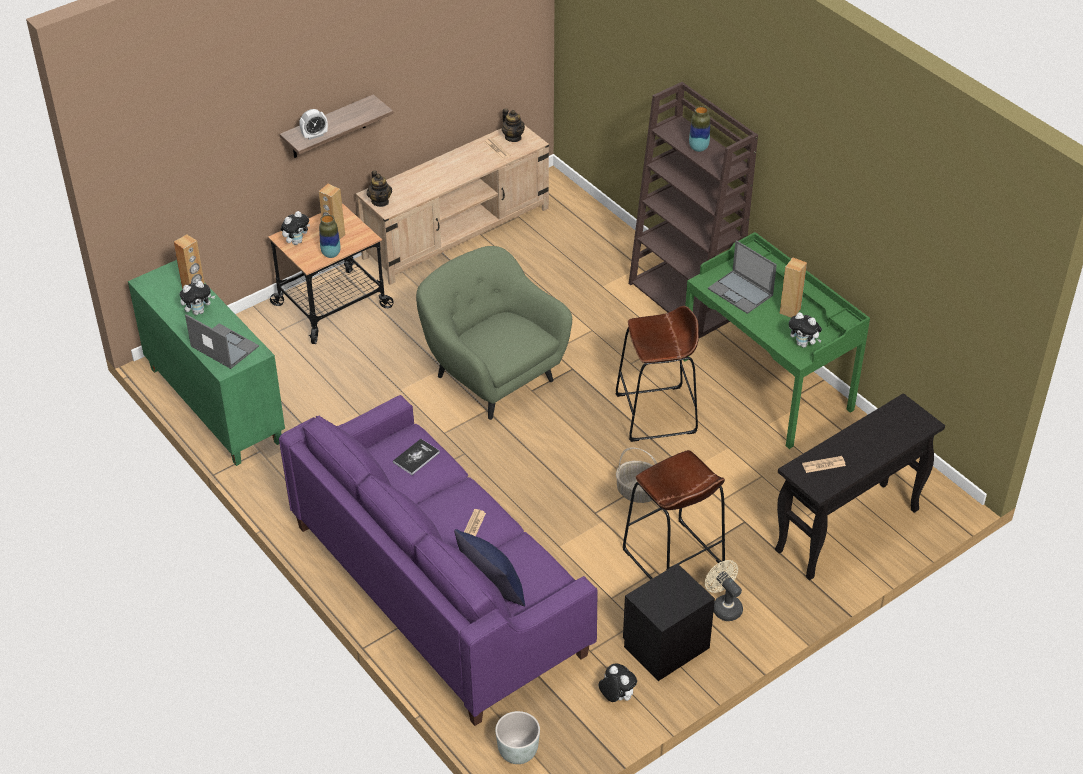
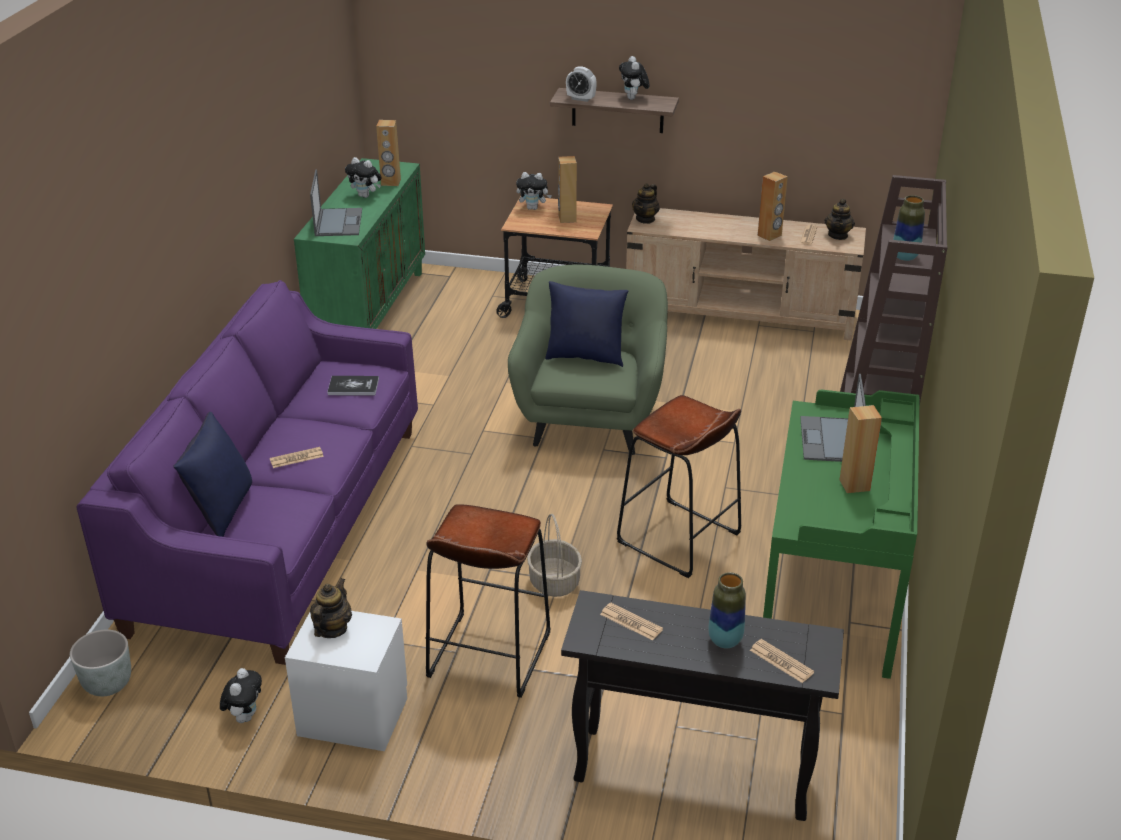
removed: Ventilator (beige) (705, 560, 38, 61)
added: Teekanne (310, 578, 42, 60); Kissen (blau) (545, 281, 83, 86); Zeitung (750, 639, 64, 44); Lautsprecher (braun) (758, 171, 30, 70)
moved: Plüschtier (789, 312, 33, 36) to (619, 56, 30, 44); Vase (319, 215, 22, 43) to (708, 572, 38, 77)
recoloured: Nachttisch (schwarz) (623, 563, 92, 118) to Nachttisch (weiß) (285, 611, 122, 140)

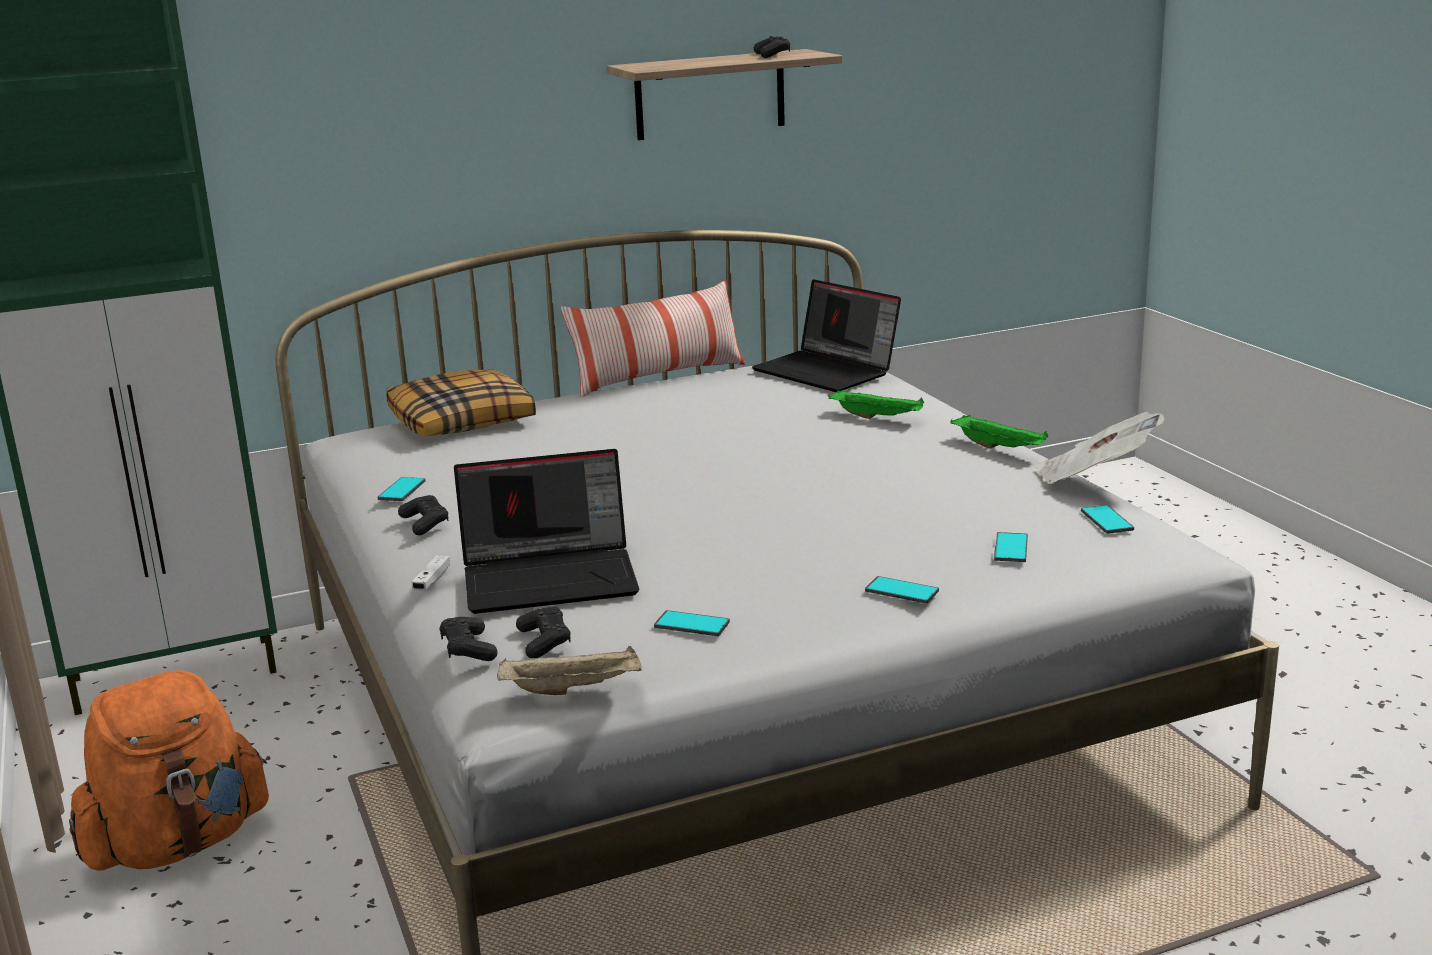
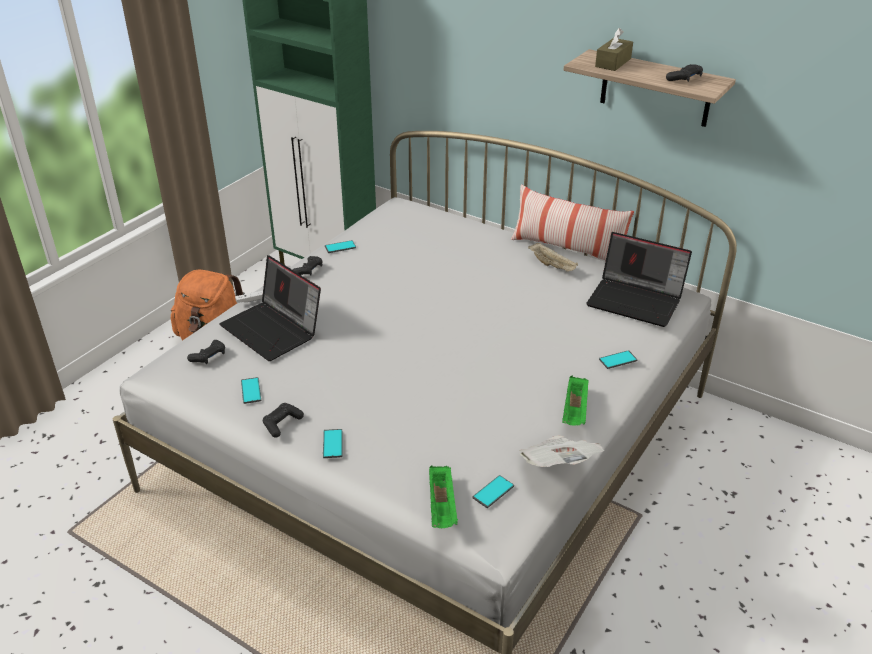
removed: Kissen (386, 369, 150, 67)
added: Taschentuchbox (braun) (595, 28, 38, 43)
moved: Gamepad (schwarz) (439, 617, 59, 44) to (263, 403, 41, 35); Tablett (grün) (829, 389, 95, 30) to (429, 465, 29, 63); Tablett (beige) (497, 646, 145, 49) to (528, 243, 50, 29); Handy (994, 532, 34, 30) to (599, 350, 38, 19)
turned: Laptop (752, 279, 149, 113) = (586, 232, 106, 95) 75 degrees counterclockwise

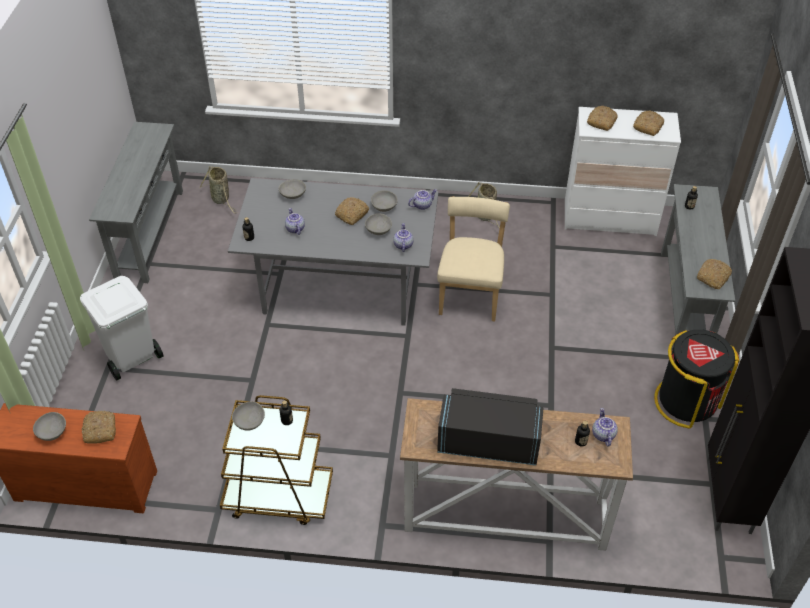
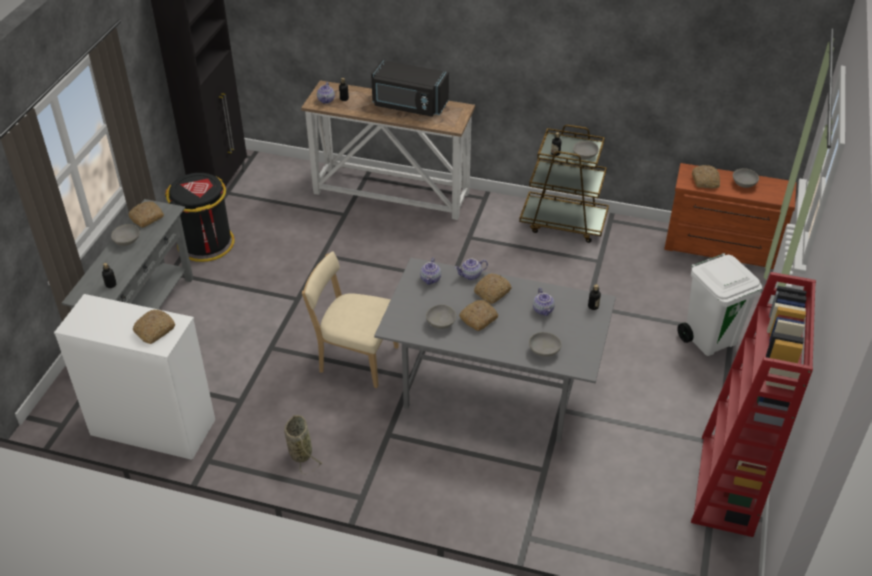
removed: Korb (199, 166, 38, 47)
moved: Schüssel (grau) (365, 213, 27, 22) to (111, 224, 29, 22); Teekanne (408, 189, 29, 21) to (455, 259, 33, 21); Brot (633, 111, 31, 25) to (474, 273, 38, 31)
replaced: Konsolentisch (grau) (89, 122, 94, 161) to Bücherregal (rot) (691, 272, 125, 265)
turned: Stuhl (beige) (437, 196, 73, 125) = (302, 251, 97, 137) 90 degrees clockwise

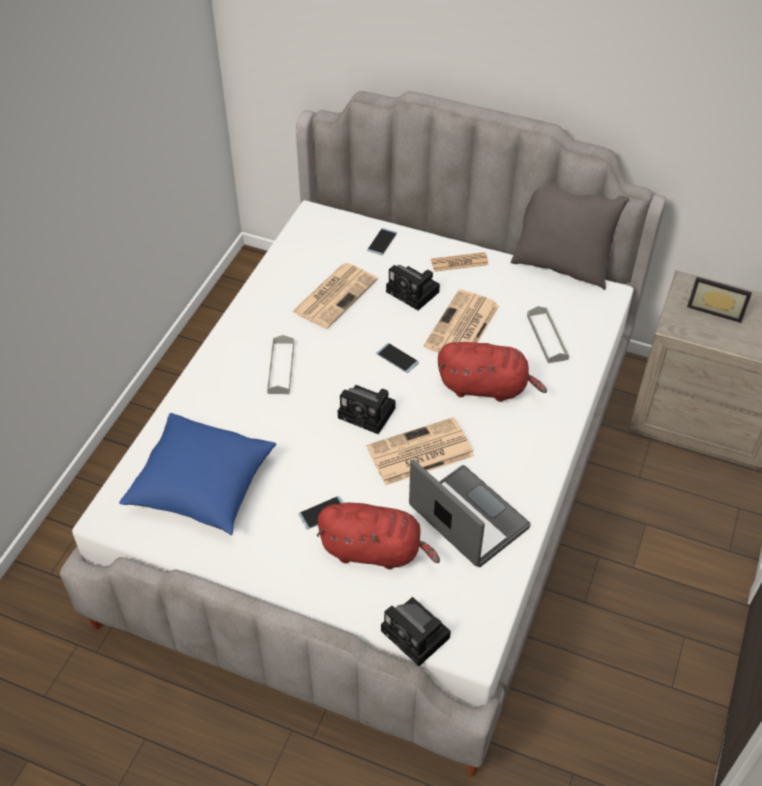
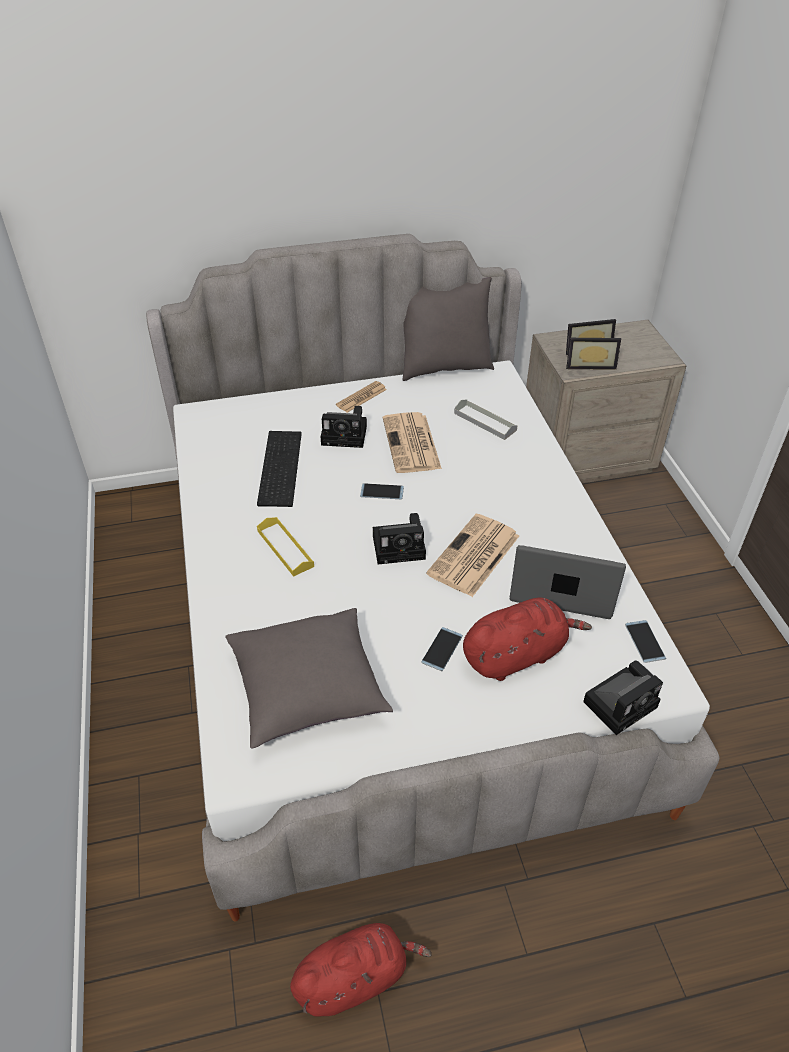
added: Bilderrahmen (566, 338, 55, 32)
moved: Plüschtier (rot) (438, 342, 109, 60) to (290, 923, 142, 94); Handy (367, 228, 30, 28) to (625, 620, 41, 43)
replaced: Zeitung (292, 263, 86, 66) to Tastatur (257, 431, 45, 76)
recoloured: Kissen (blau) (119, 413, 157, 122) to Kissen (grau) (225, 608, 168, 141); Tablett (grau) (267, 335, 27, 59) to Tablett (gelb) (257, 517, 57, 60)
turned: Kamera (381, 597, 70, 69) = (583, 661, 80, 74) 45 degrees counterclockwise

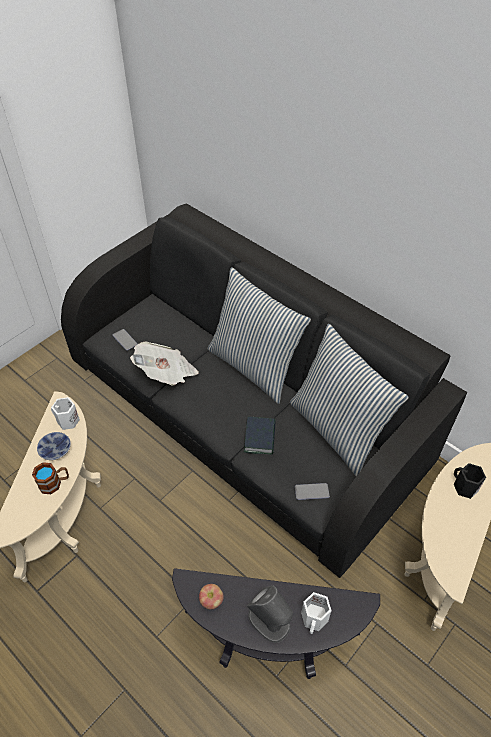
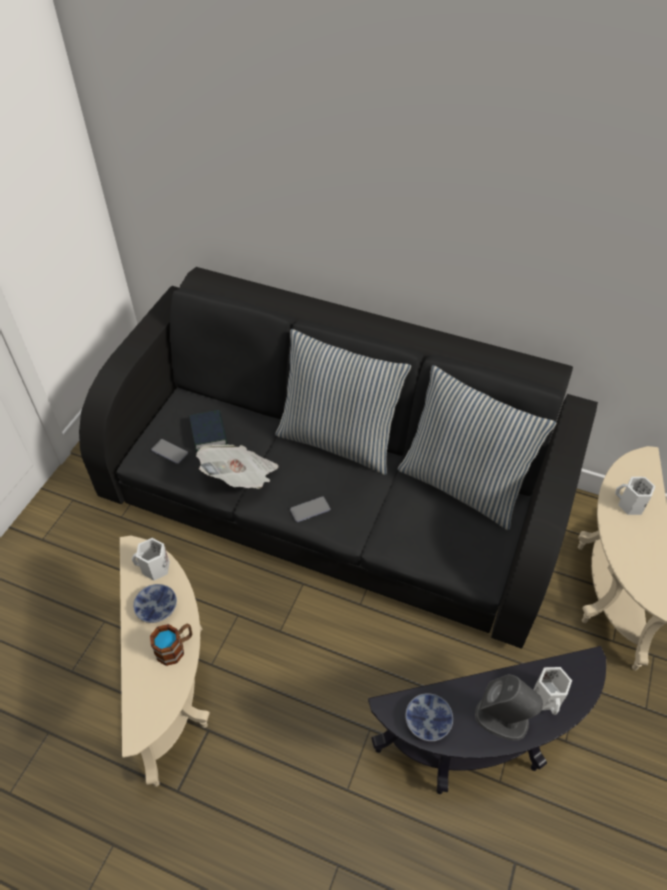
moved: Buch (244, 417, 32, 38) to (189, 410, 38, 42); Handy (295, 483, 35, 17) to (290, 496, 40, 26)
replaced: Apfel (199, 584, 25, 25) to Schüssel (405, 693, 48, 48)
recoloured: Henkelbecher (schwarz) (454, 463, 32, 36) to Henkelbecher (weiß) (615, 477, 40, 38)

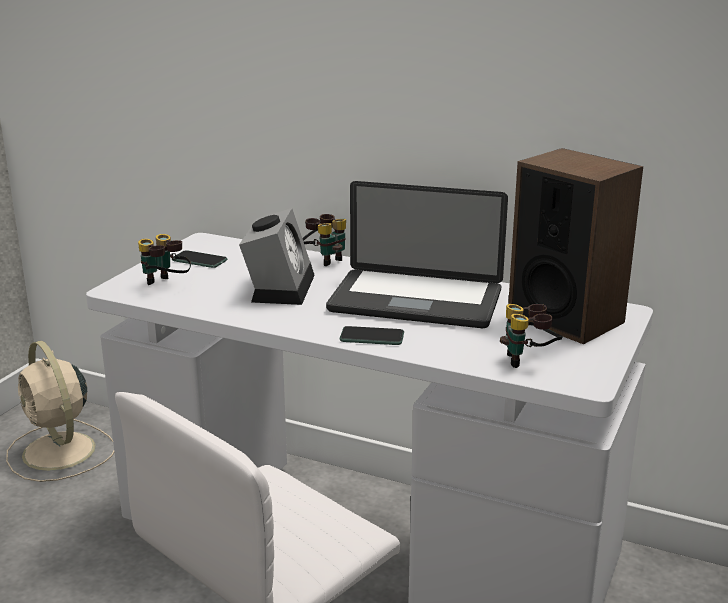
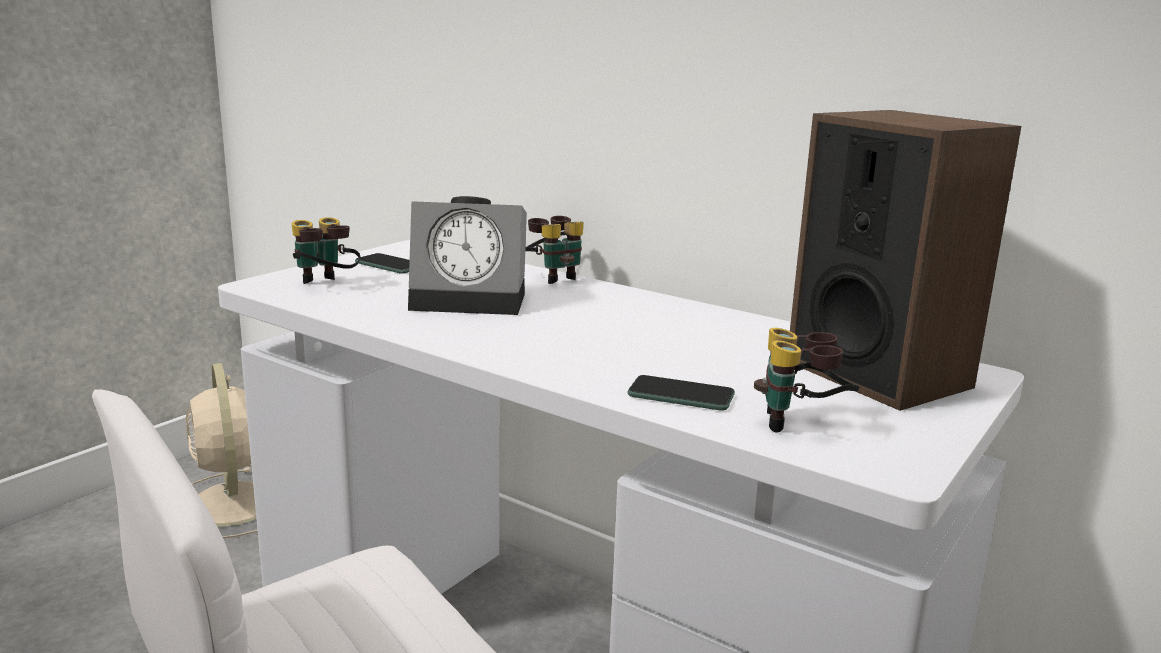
removed: Laptop (326, 181, 182, 147)
moved: Handy (340, 326, 64, 19) to (628, 375, 107, 36)
turned: Wecker (239, 208, 76, 97) = (408, 196, 119, 119) 75 degrees clockwise

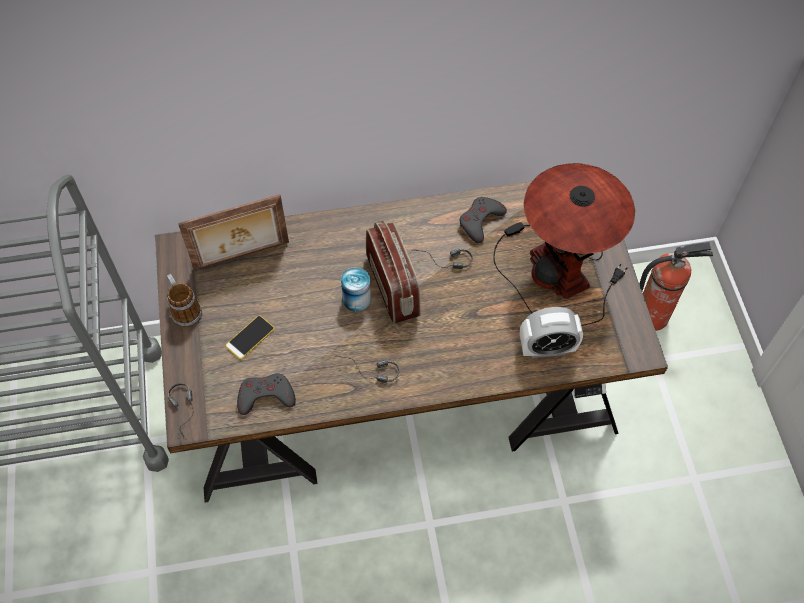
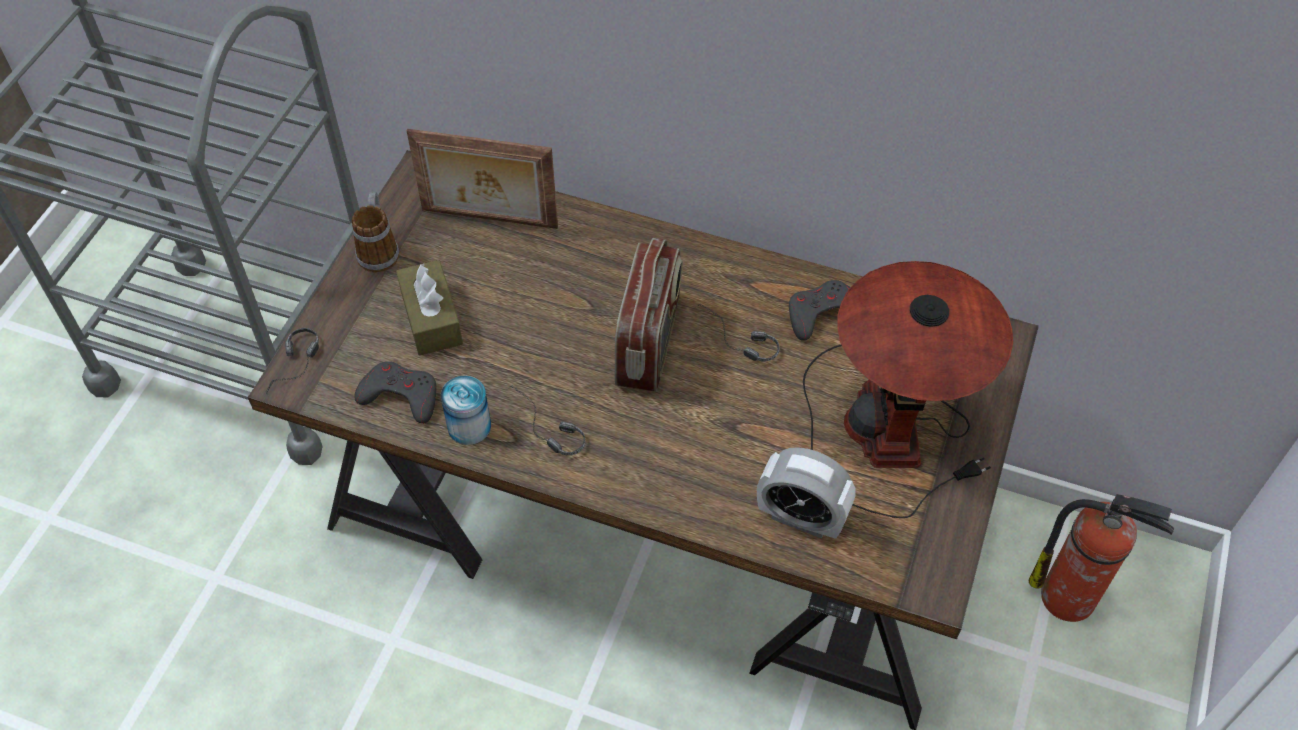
moved: Dose (341, 267, 30, 45) to (441, 376, 50, 69)
replaced: Handy (225, 315, 50, 44) to Taschentuchbox (braun) (396, 260, 67, 96)

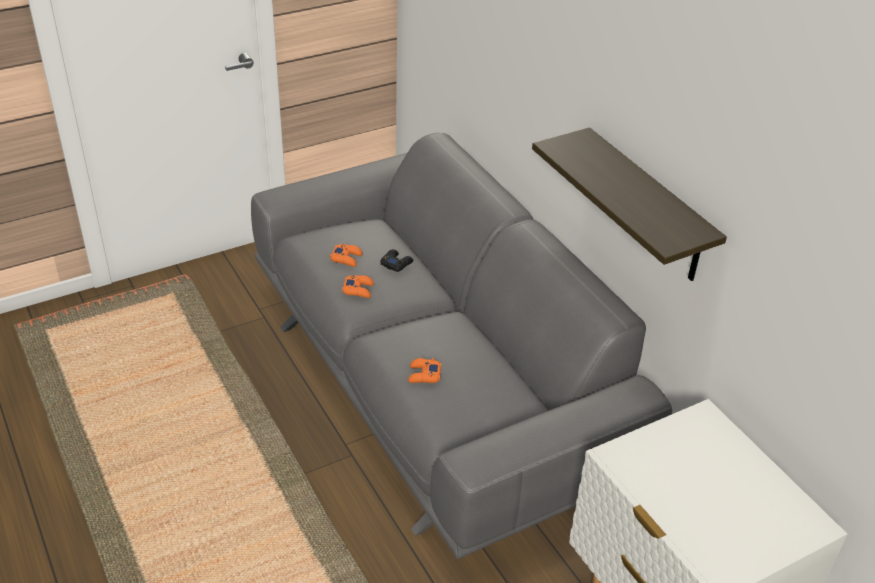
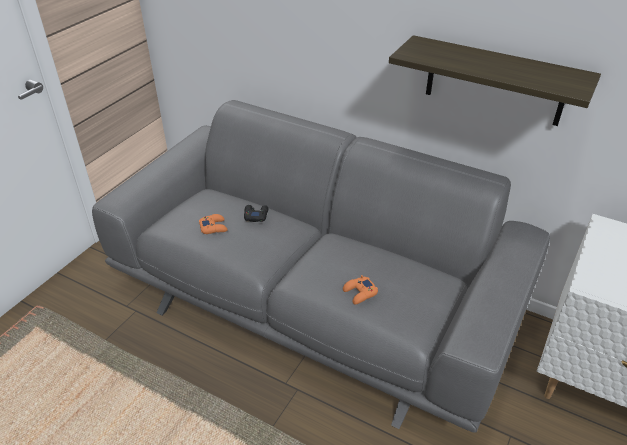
removed: Gamepad (orange) (342, 275, 32, 23)

